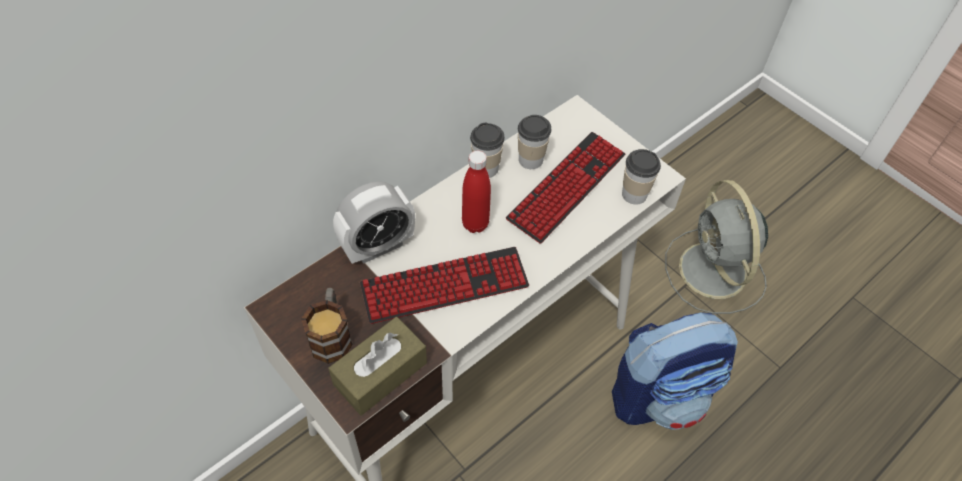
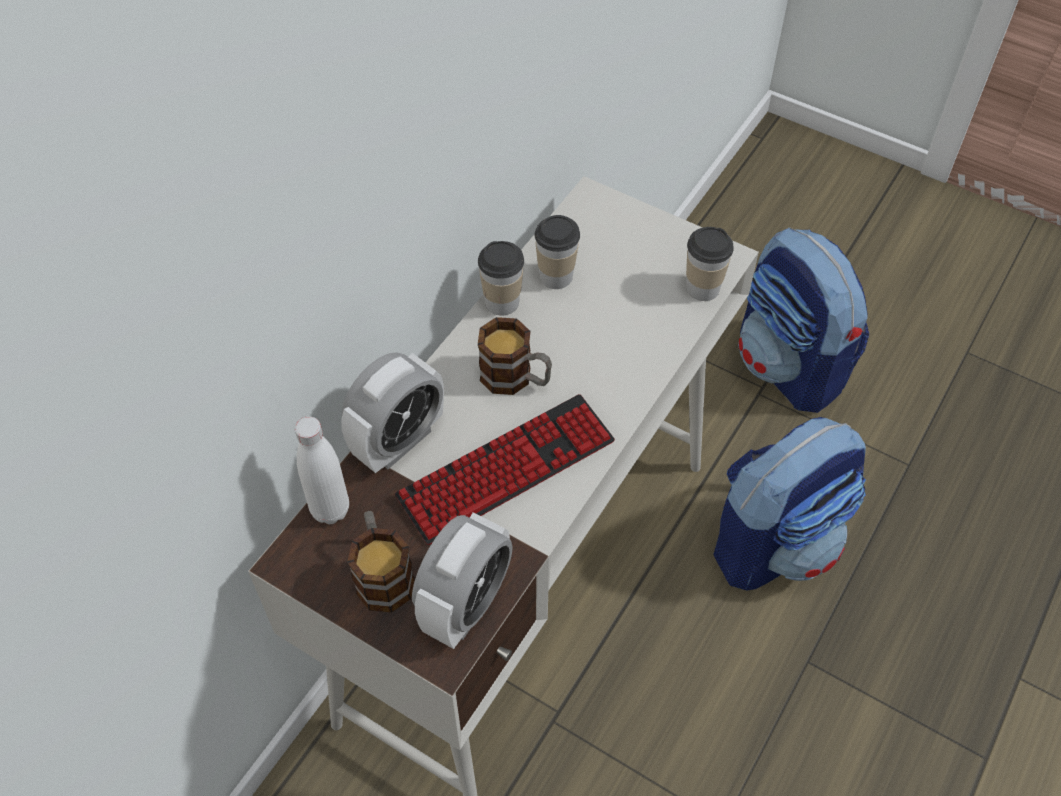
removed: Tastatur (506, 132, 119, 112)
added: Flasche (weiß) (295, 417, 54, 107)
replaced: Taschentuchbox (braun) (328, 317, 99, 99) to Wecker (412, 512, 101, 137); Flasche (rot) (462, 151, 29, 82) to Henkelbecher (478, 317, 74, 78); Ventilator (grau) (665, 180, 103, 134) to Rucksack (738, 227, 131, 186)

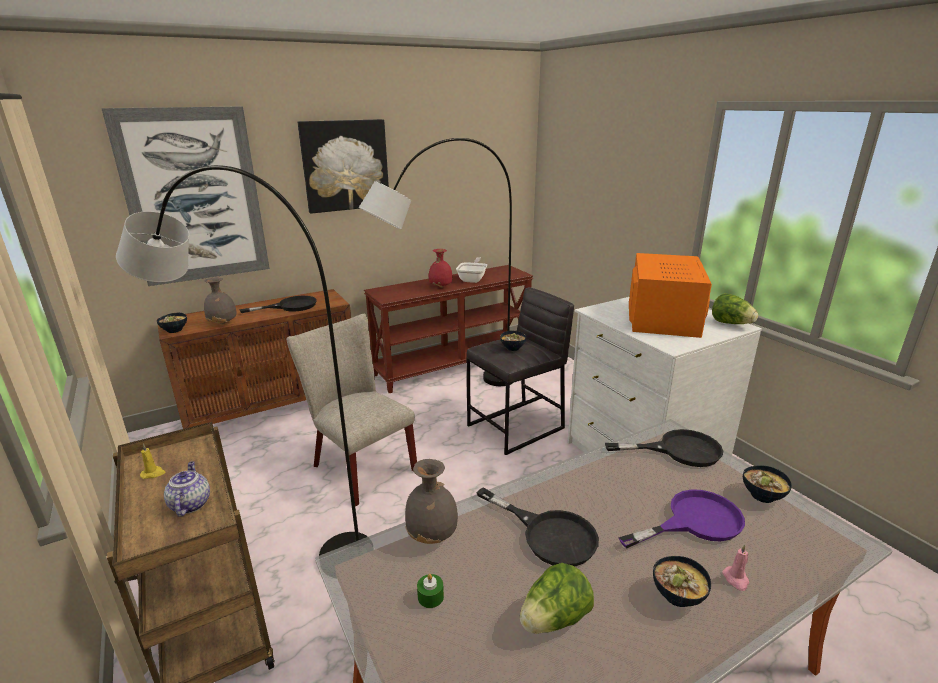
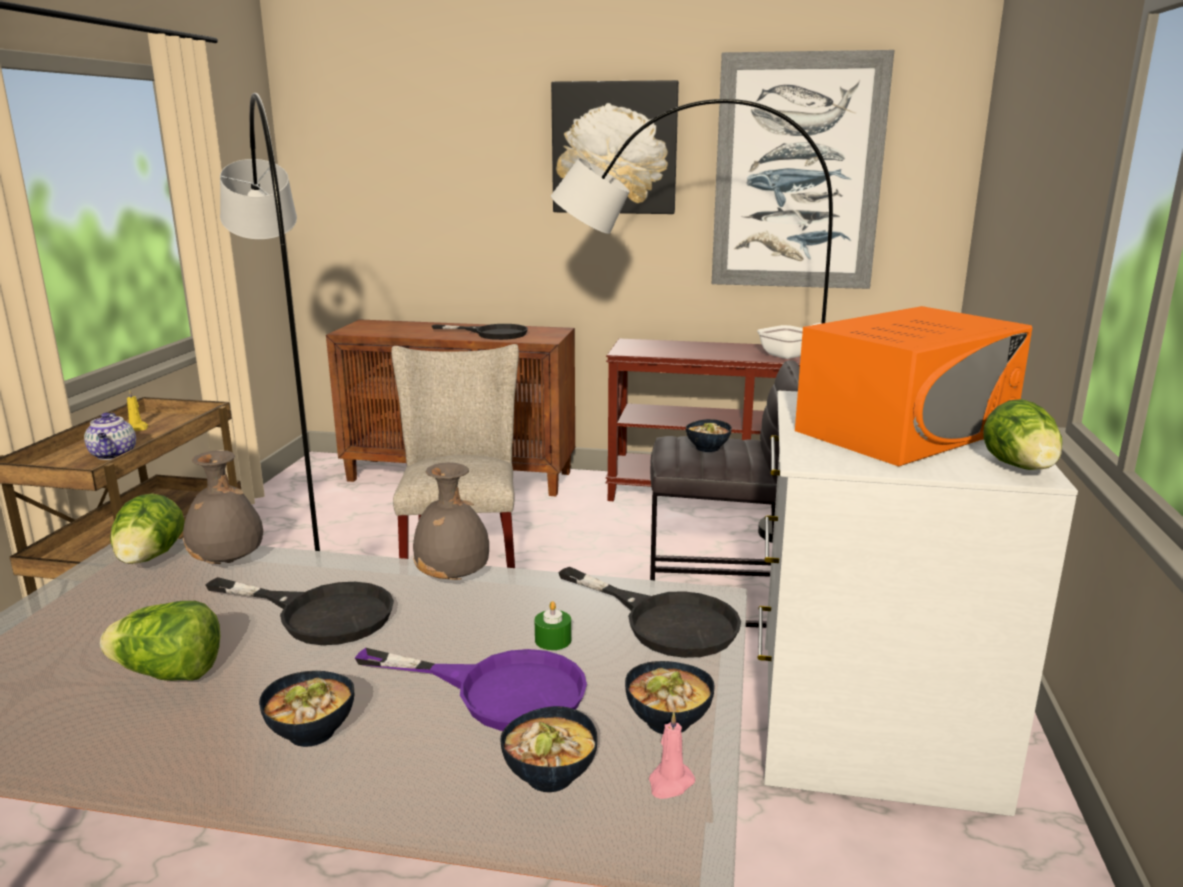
removed: Vase (rot) (429, 249, 24, 39)
added: Salatkopf (110, 493, 75, 71)
moved: Vase (grau) (204, 277, 33, 47) to (413, 462, 76, 118); Schüssel (157, 313, 30, 20) to (500, 706, 98, 86); Kerze (grün) (417, 574, 27, 34) to (535, 601, 36, 49); Kerze (rosa) (722, 545, 27, 46) to (649, 711, 46, 88); Bild (101, 106, 169, 180) to (712, 50, 182, 239)
turned: Teekanne (164, 461, 46, 56) = (84, 413, 52, 47) 135 degrees clockwise; Pfanne (schwarz) (477, 487, 122, 80) = (206, 577, 188, 68) 60 degrees counterclockwise

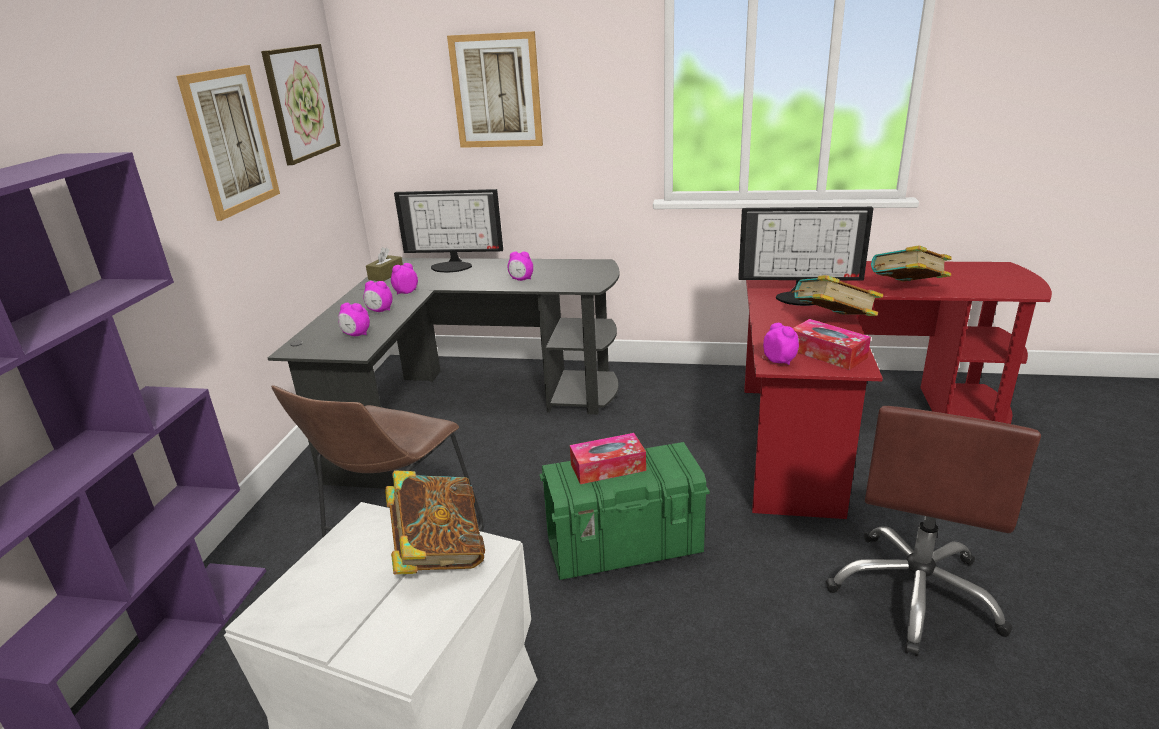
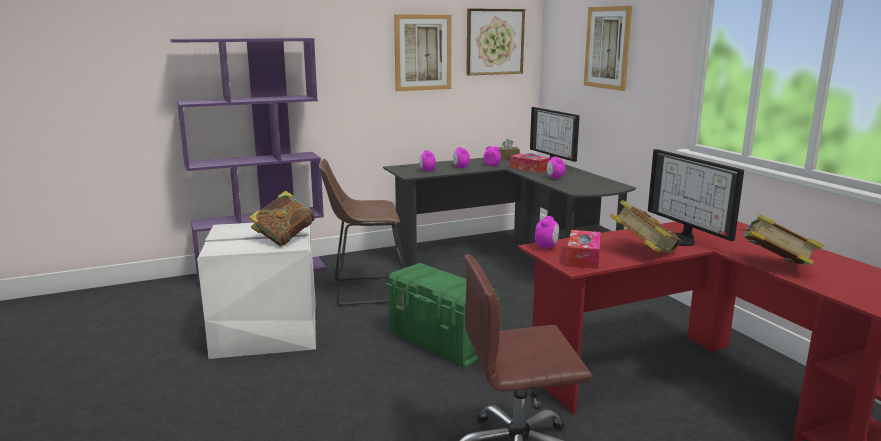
moved: Taschentuchbox (570, 433, 76, 51) to (510, 154, 40, 19)

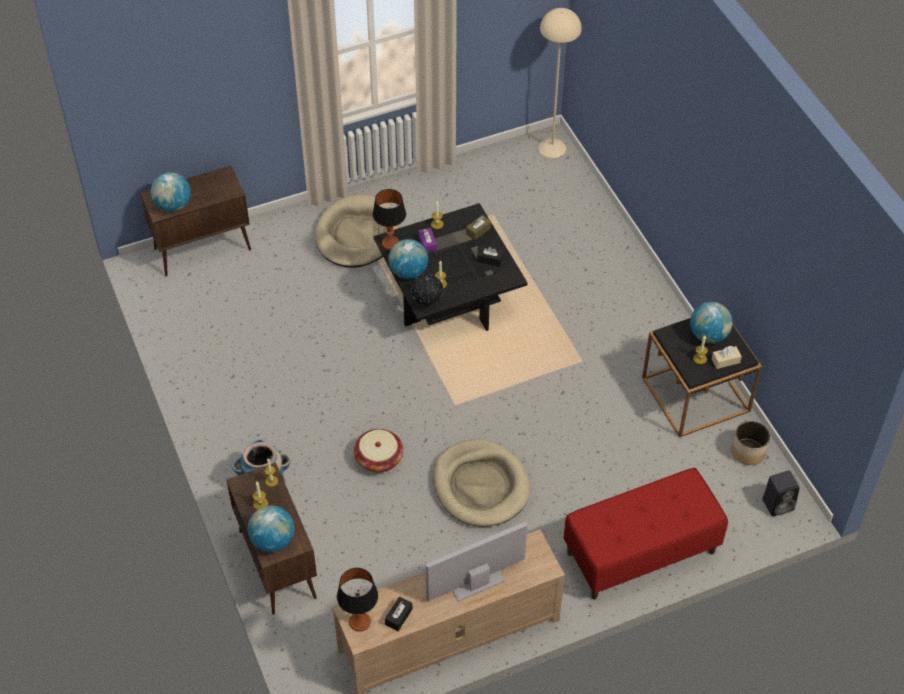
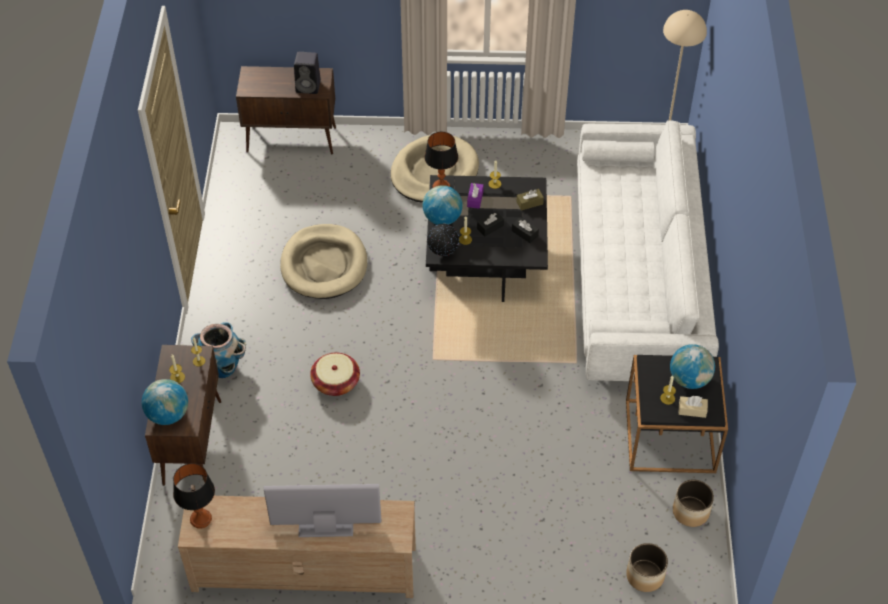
removed: Globus (151, 172, 40, 40); Bank (rot) (564, 468, 164, 132)
added: Sofa (weiß) (577, 121, 142, 260); Pflanzkübel (626, 543, 42, 49)
moved: Hundebett (beige) (433, 439, 97, 87) to (280, 224, 87, 75); Lautsprecher (schwarz) (762, 470, 38, 47) to (294, 52, 27, 42); Taschentuchbox (schwarz) (385, 597, 28, 34) to (477, 211, 27, 26)

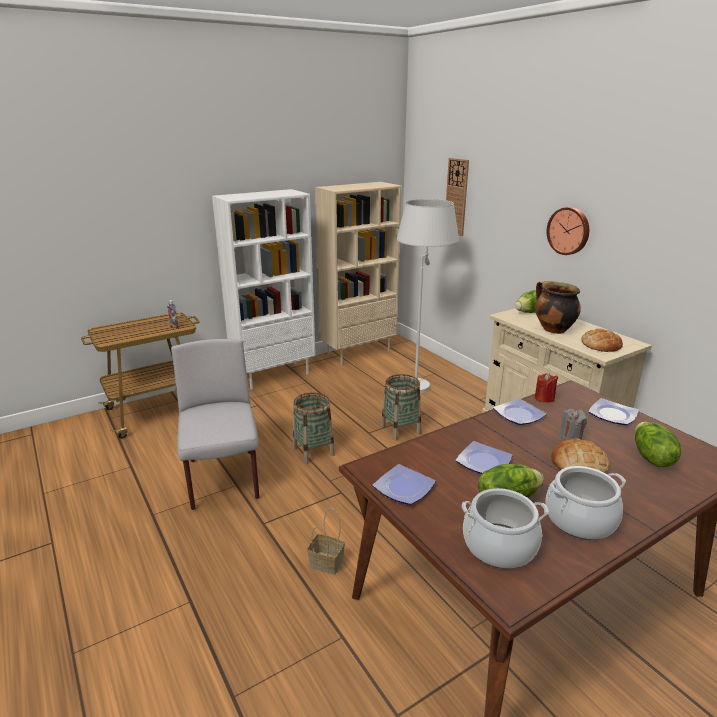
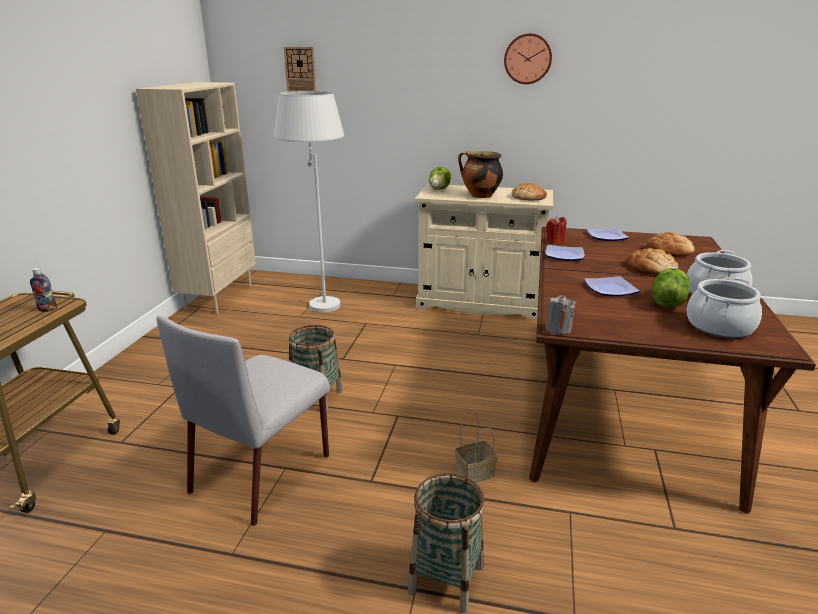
removed: Bücherregal (weiß) (212, 189, 104, 200); Teller (373, 464, 63, 41)
moved: Korb (381, 374, 40, 66) to (408, 473, 77, 140); Wanduhr (547, 207, 42, 48) to (504, 33, 48, 51); Kerze (grau) (559, 409, 28, 31) to (546, 296, 30, 39)
replaced: Salatkopf (635, 422, 46, 45) to Brot (647, 232, 48, 25)
turned: Stuhl (grau) (171, 339, 88, 171) = (156, 315, 174, 211) 90 degrees counterclockwise

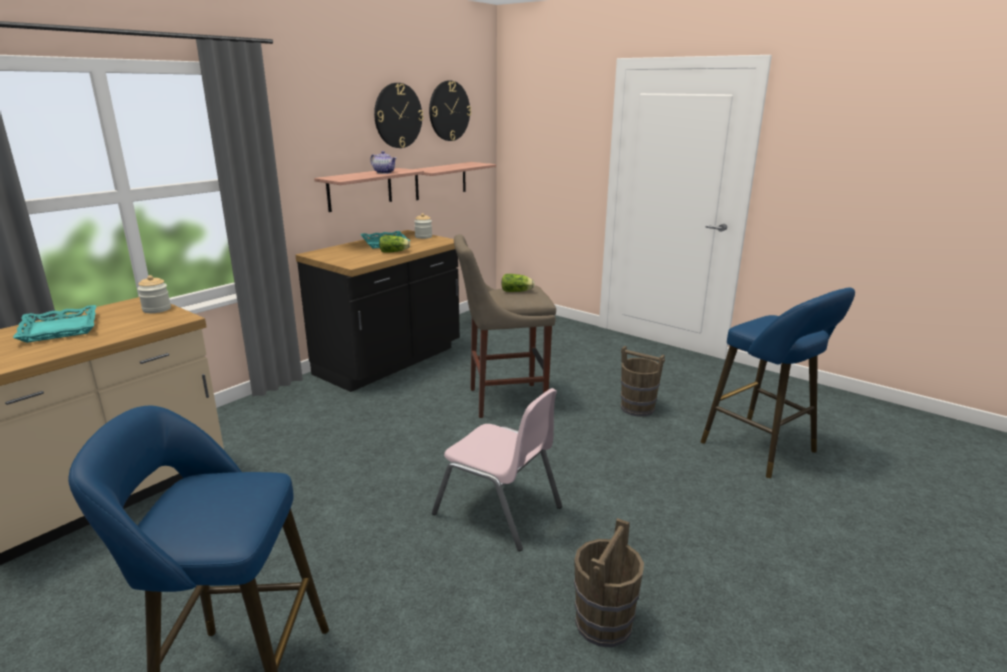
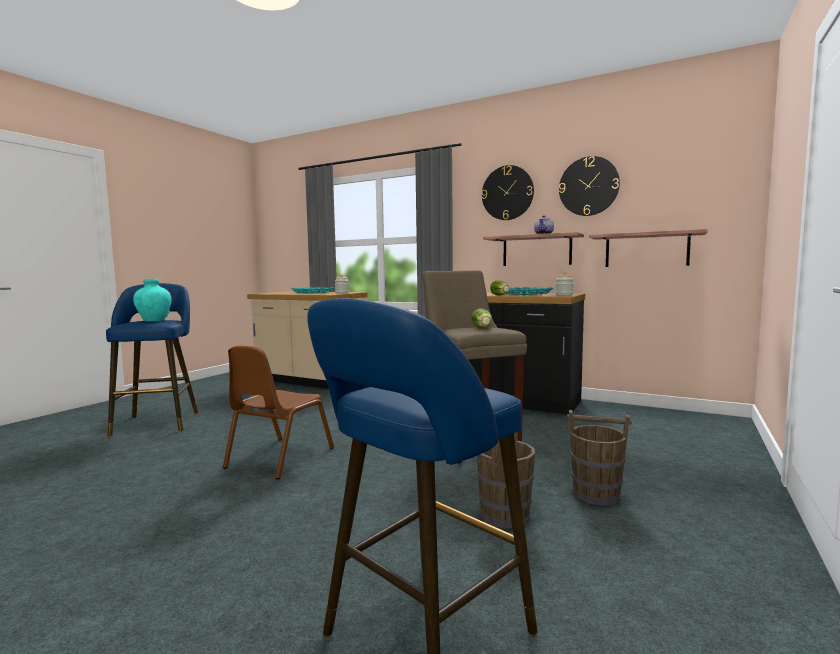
added: Vase (türkis) (133, 279, 39, 43)
moved: Wanduhr (429, 81, 42, 60) to (482, 165, 52, 55); Eimer (braun) (574, 518, 70, 129) to (567, 410, 64, 96)
recoloured: Stuhl (rosa) (432, 388, 130, 163) to Stuhl (braun) (223, 346, 111, 134)

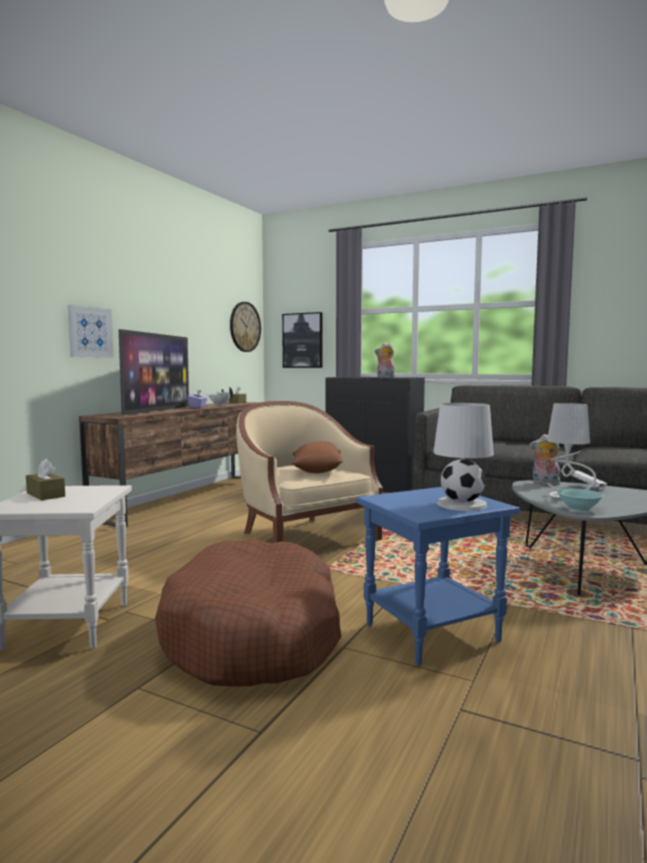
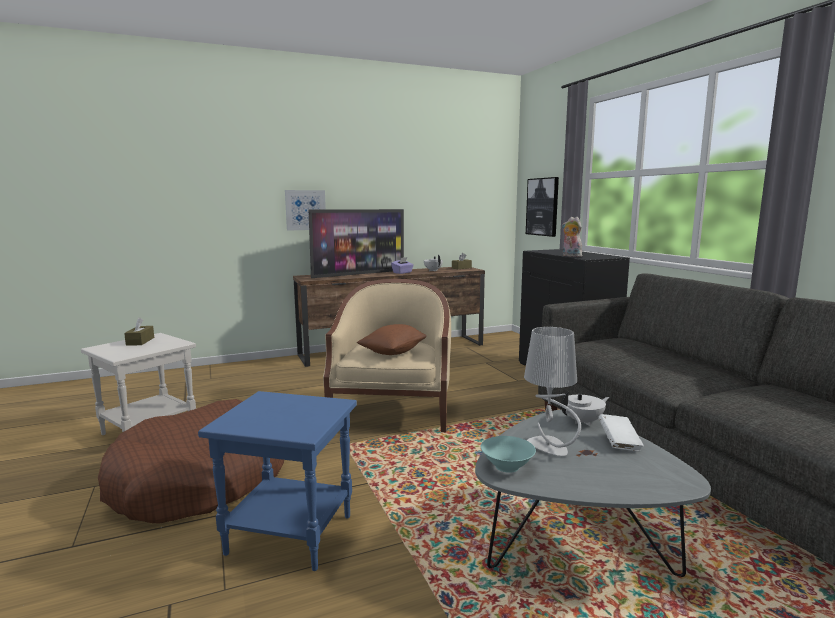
removed: Wanduhr (230, 302, 31, 50); Tischlampe (weiß) (433, 403, 61, 108)
replaced: Plüschtier (530, 434, 30, 51) to Teekanne (weiß) (561, 391, 48, 35)

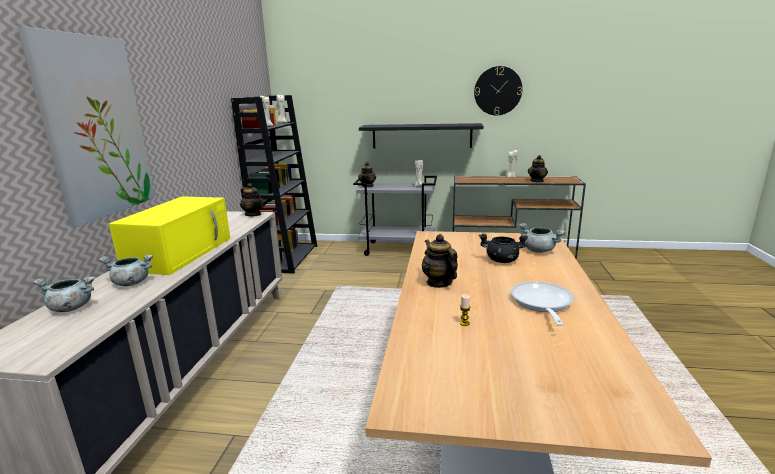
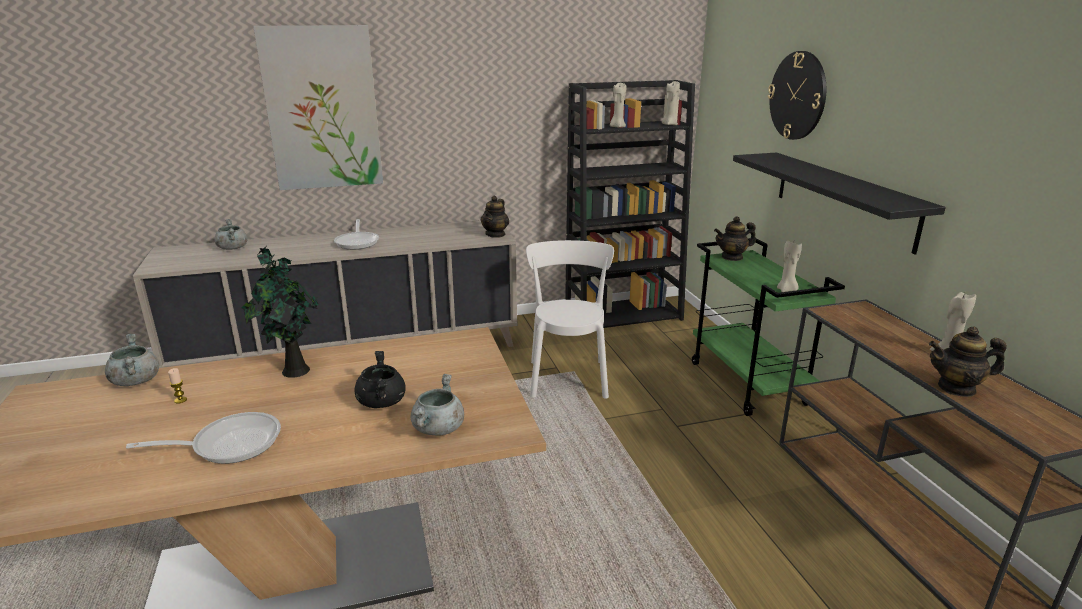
added: Stuhl (weiß) (526, 240, 88, 159)
moved: Kochtopf (grau) (99, 254, 54, 32) to (105, 334, 54, 52); Wanduhr (474, 66, 48, 49) to (768, 51, 58, 89)
replaced: Teekanne (422, 234, 36, 54) to Topfpflanze (242, 247, 76, 131); Mikrowelle (gelb) (109, 196, 121, 79) to Pfanne (334, 219, 45, 31)
recoloured: Rollwagen (grau) (353, 176, 84, 80) to Rollwagen (grün) (692, 238, 153, 178)

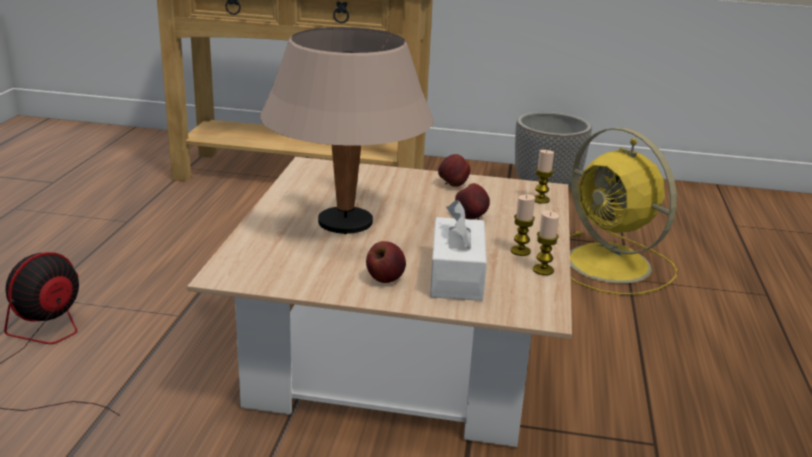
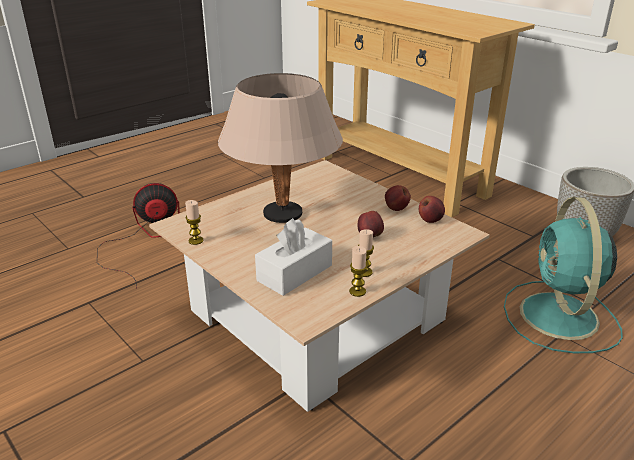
moved: Kerze (535, 150, 19, 54) to (185, 200, 18, 45); Apfel (366, 241, 40, 42) to (419, 196, 26, 27)
recoloured: Ventilator (gelb) (570, 127, 107, 168) to Ventilator (türkis) (504, 197, 119, 156)

